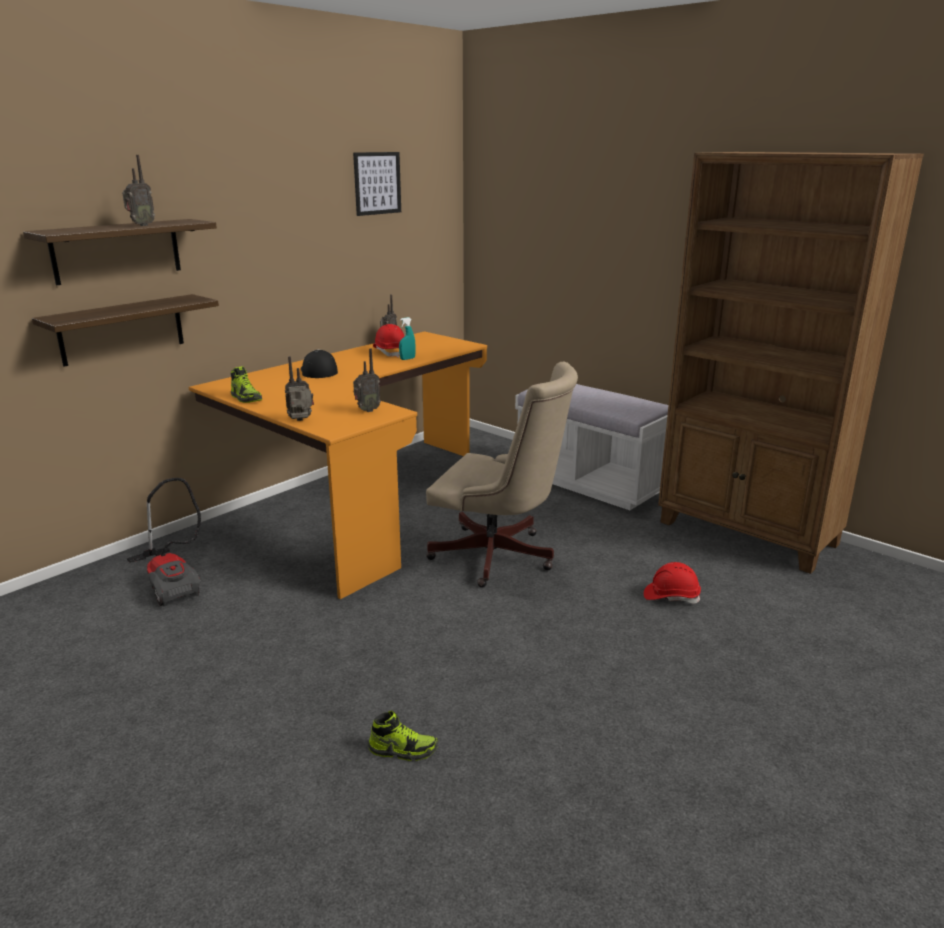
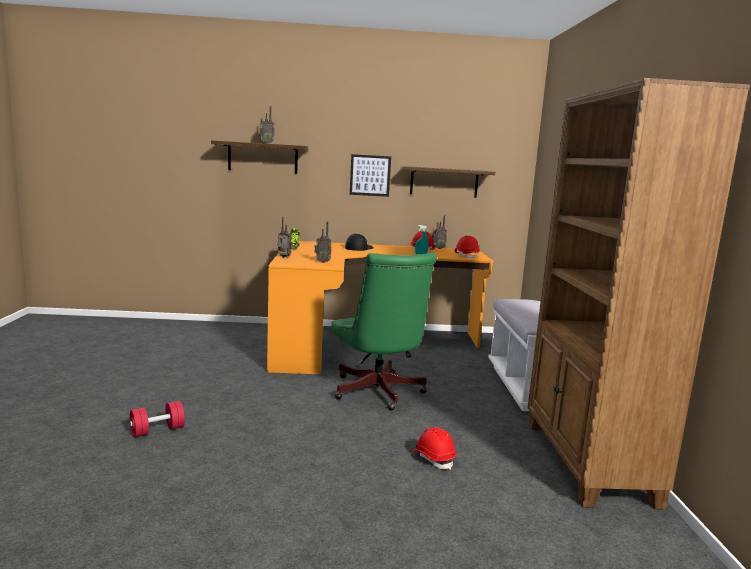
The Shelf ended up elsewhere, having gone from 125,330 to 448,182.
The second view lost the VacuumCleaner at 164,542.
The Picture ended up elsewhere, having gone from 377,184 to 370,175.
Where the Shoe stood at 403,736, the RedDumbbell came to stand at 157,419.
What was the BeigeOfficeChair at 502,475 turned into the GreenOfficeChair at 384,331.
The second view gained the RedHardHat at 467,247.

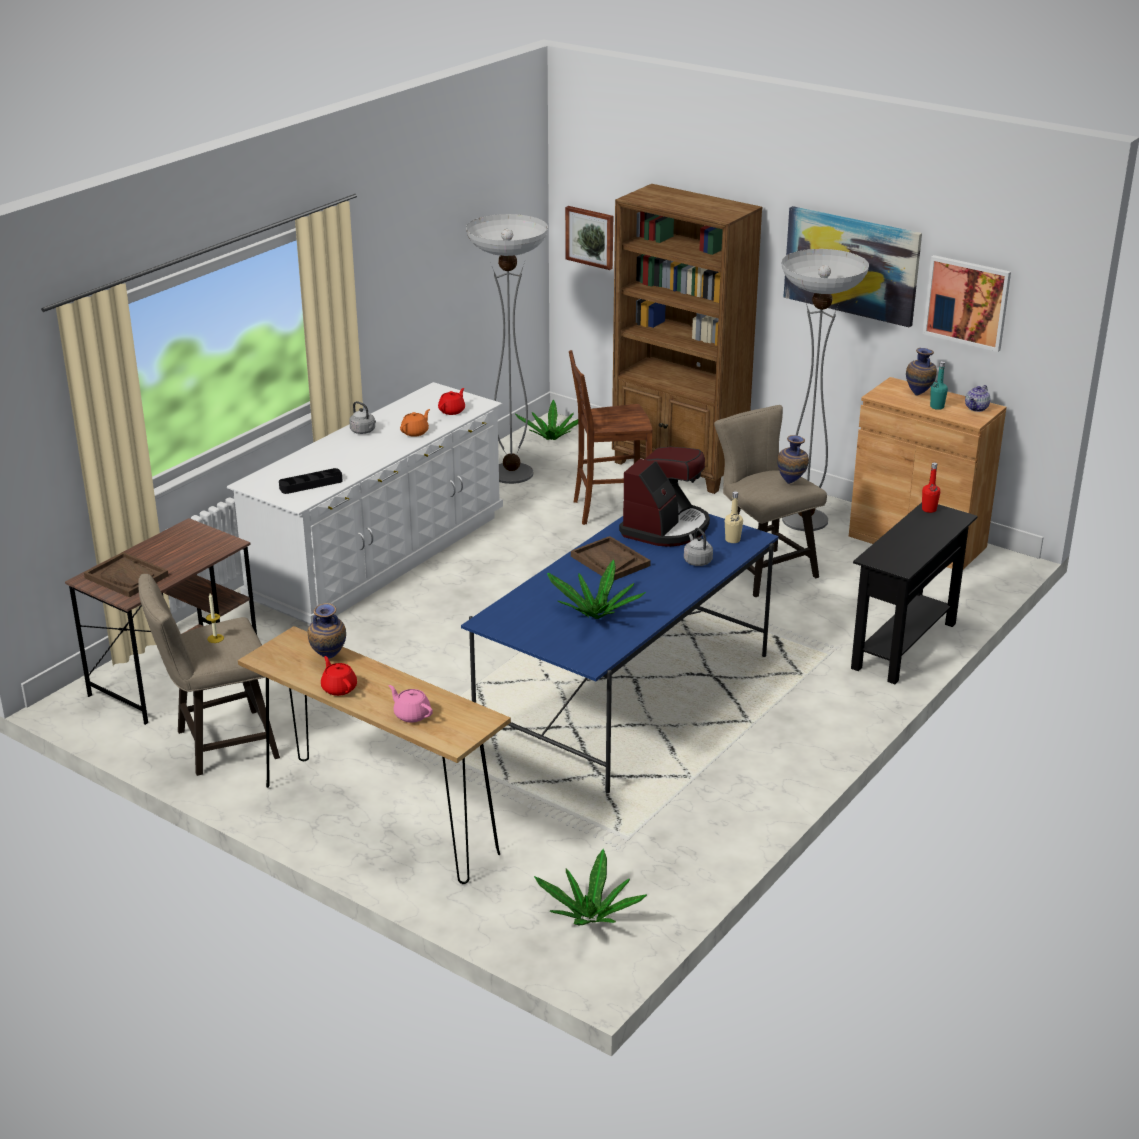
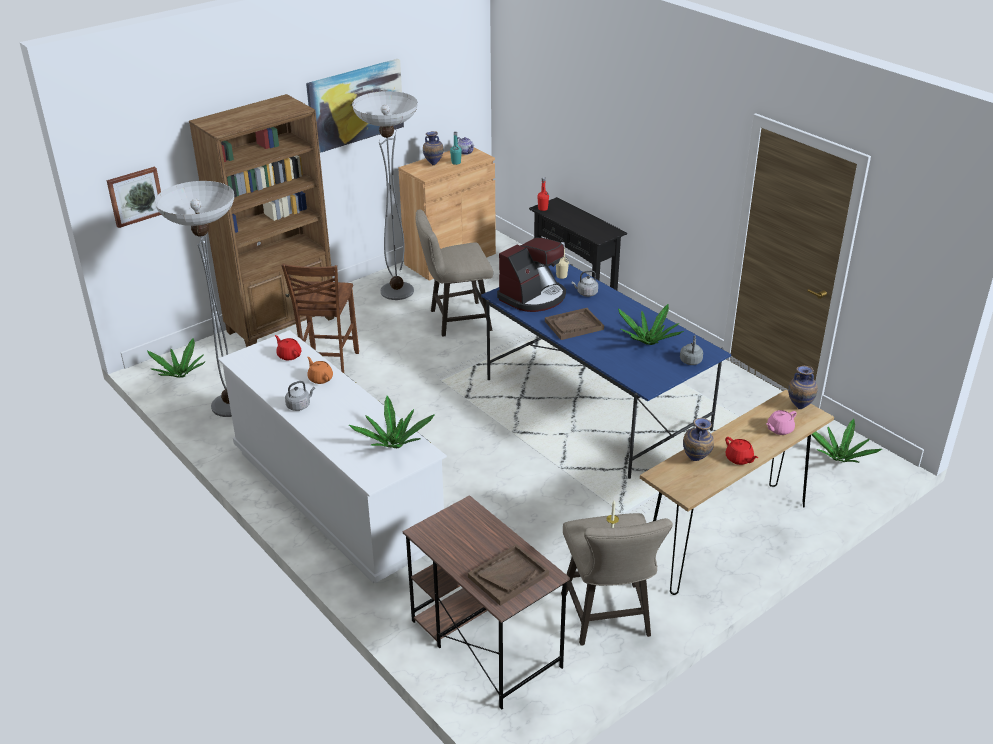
Where the BlackTray stood at 311,481, the PottedPlant came to stand at 392,422.
The RedTeapot at 339,676 ended up facing another way, 105 degrees counterclockwise from before.
The CoffeeMachine at 664,497 ended up facing another way, 90 degrees clockwise from before.
The Vase ended up elsewhere, having gone from 793,459 to 803,387.
The second view lost the Picture at 967,303.
The second view gained the GreyKettle at 691,350.

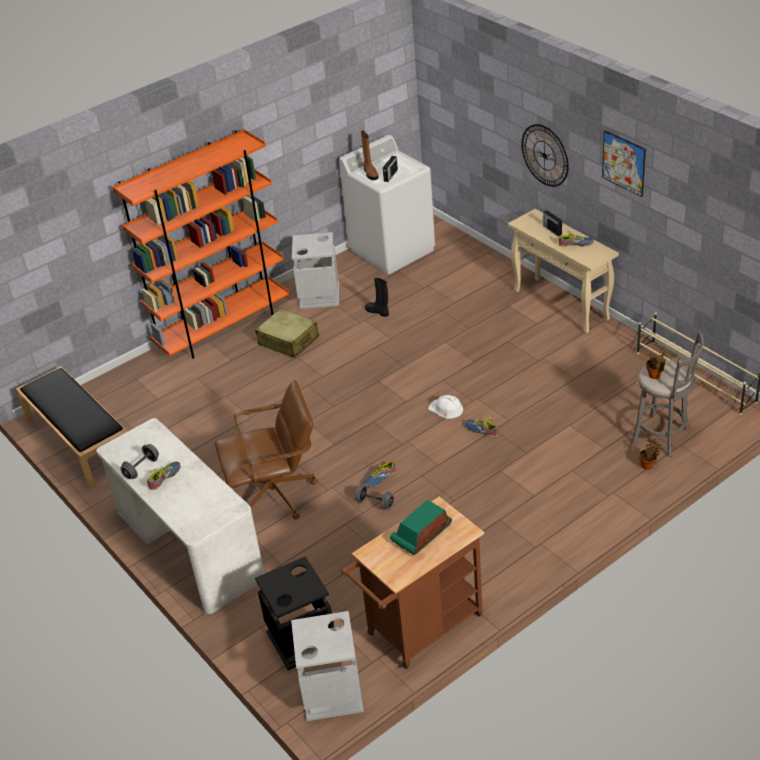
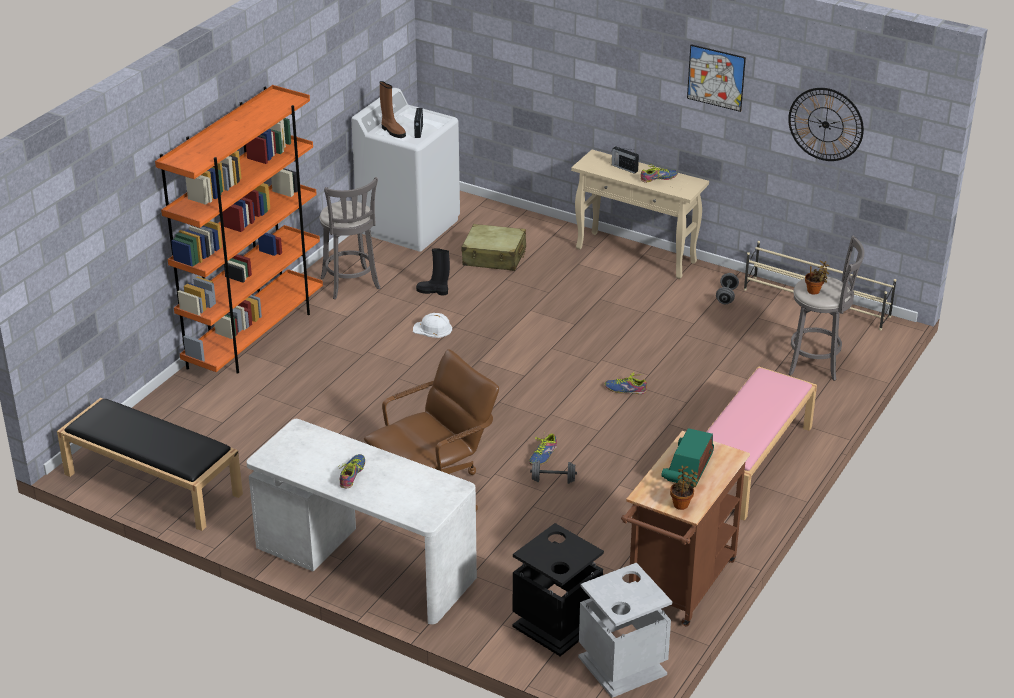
The GreyDumbbell ended up elsewhere, having gone from 139,461 to 727,288.
The BeigeSuitcase ended up elsewhere, having gone from 287,333 to 493,247.
Where the GreyTrashCan stood at 315,270, the GreyStool came to stand at 350,238.
The WhiteHardHat ended up elsewhere, having gone from 445,407 to 432,325.
The WallClock ended up elsewhere, having gone from 545,155 to 826,124.
The PottedPlant ended up elsewhere, having gone from 650,454 to 684,488.
The second view gained the PinkBench at 761,443.

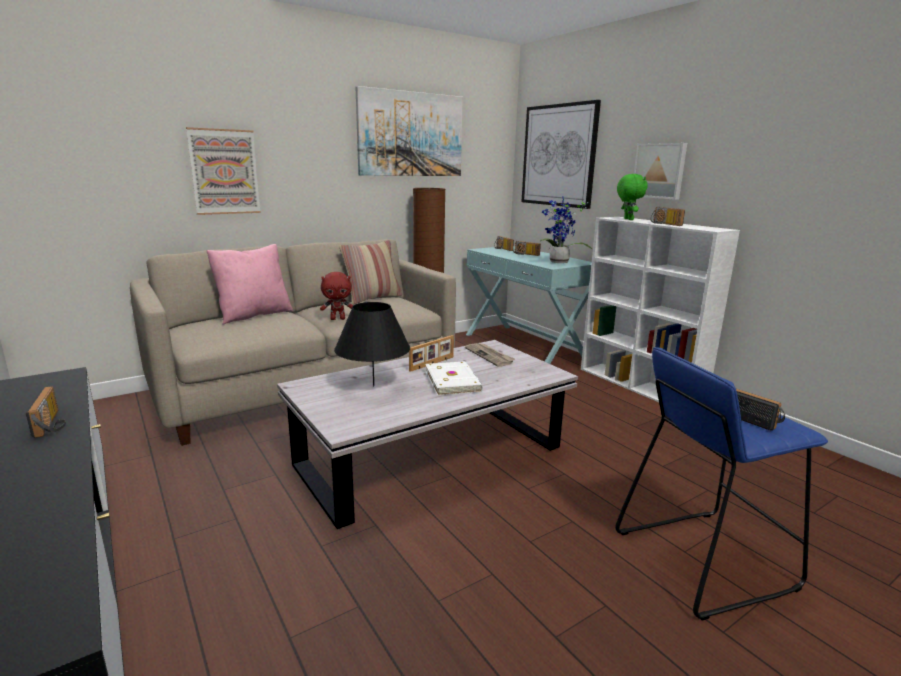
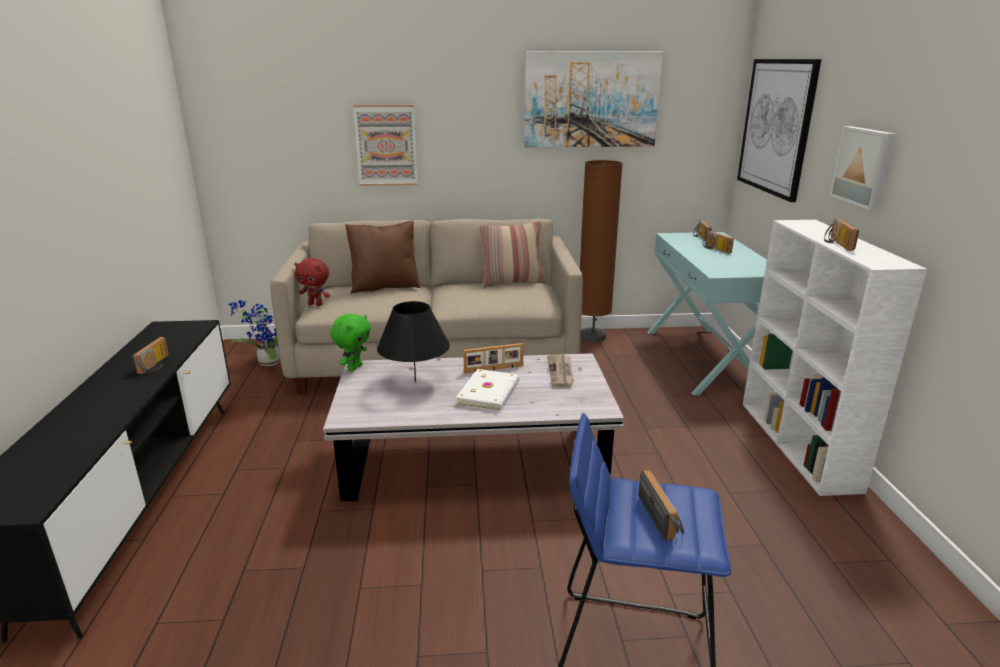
What was the PinkPillow at 249,284 turned into the BrownPillow at 382,257.
The RedPlushToy ended up elsewhere, having gone from 336,296 to 312,282.
The PottedPlant ended up elsewhere, having gone from 566,230 to 254,333.
The GreenPlushToy ended up elsewhere, having gone from 632,197 to 351,343.

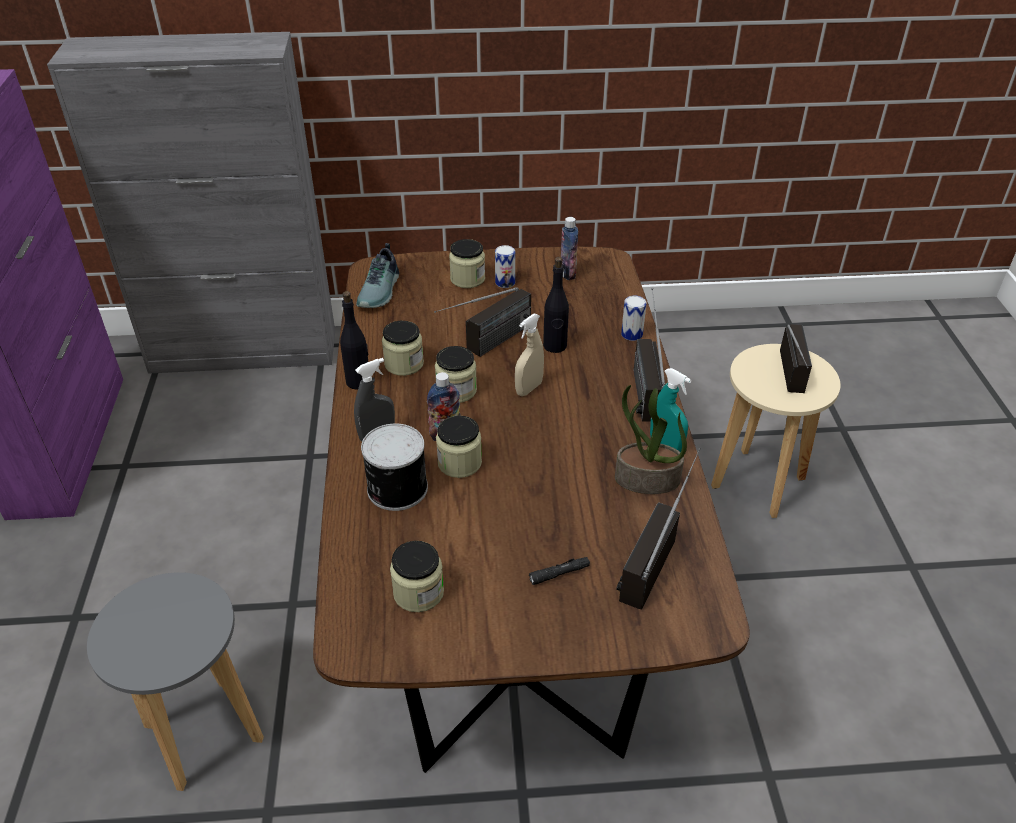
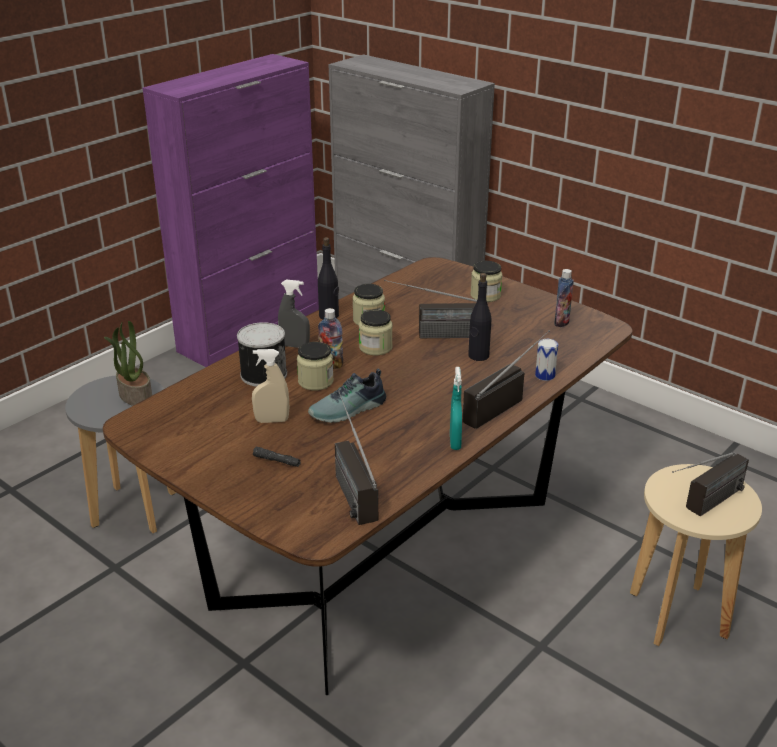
The Shoe ended up elsewhere, having gone from 377,275 to 347,396.
The second view lost the Jar at 417,576.
The second view lost the Can at 505,266.
The BeigeSprayBottle ended up elsewhere, having gone from 529,355 to 270,386.
The PottedPlant ended up elsewhere, having gone from 651,439 to 128,363.
The Radio at 658,528 ended up facing another way, 90 degrees counterclockwise from before.

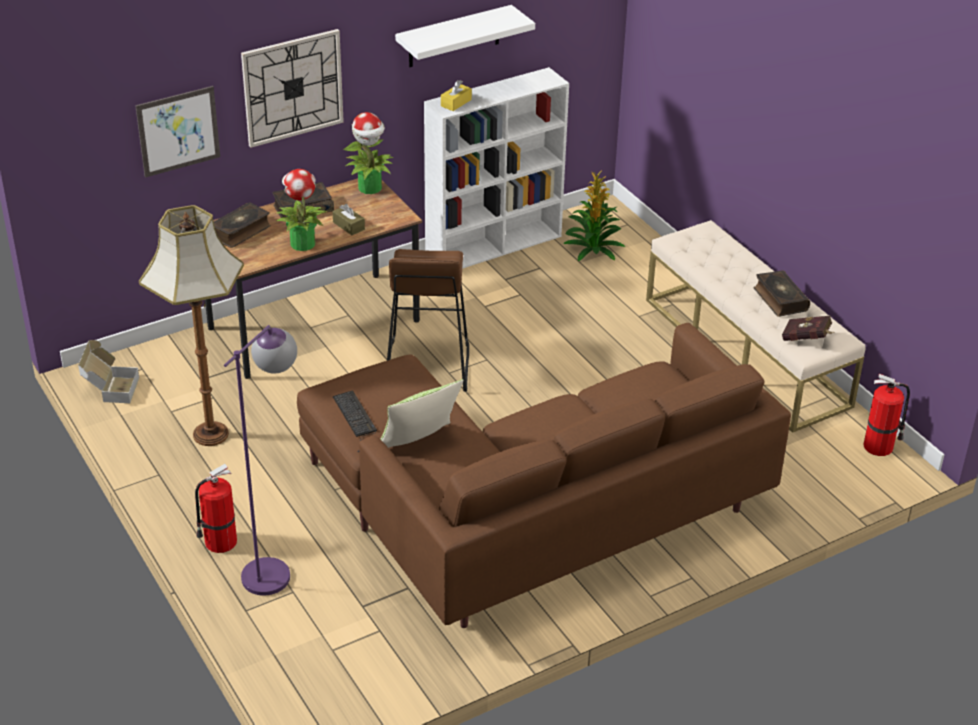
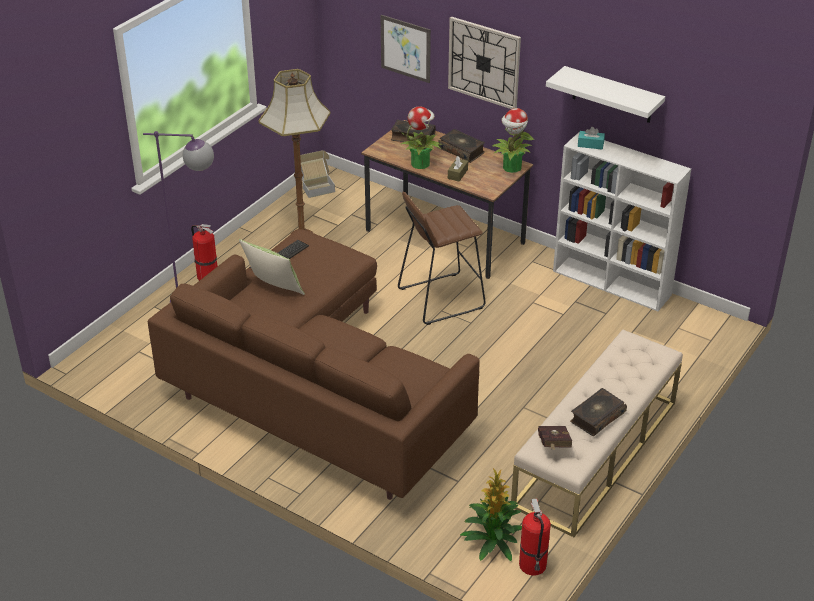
What was the YellowTissueBox at 456,95 turned into the TurquoiseTissueBox at 591,138.
The PottedPlant ended up elsewhere, having gone from 594,216 to 491,514.

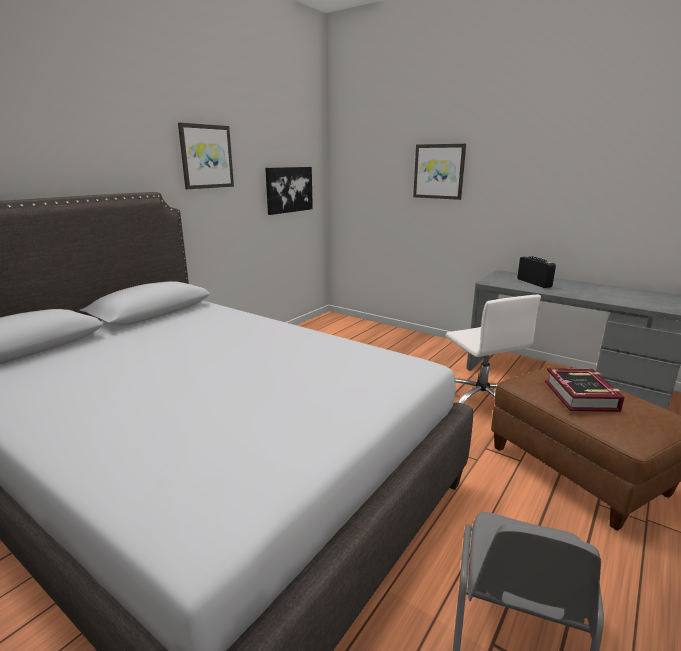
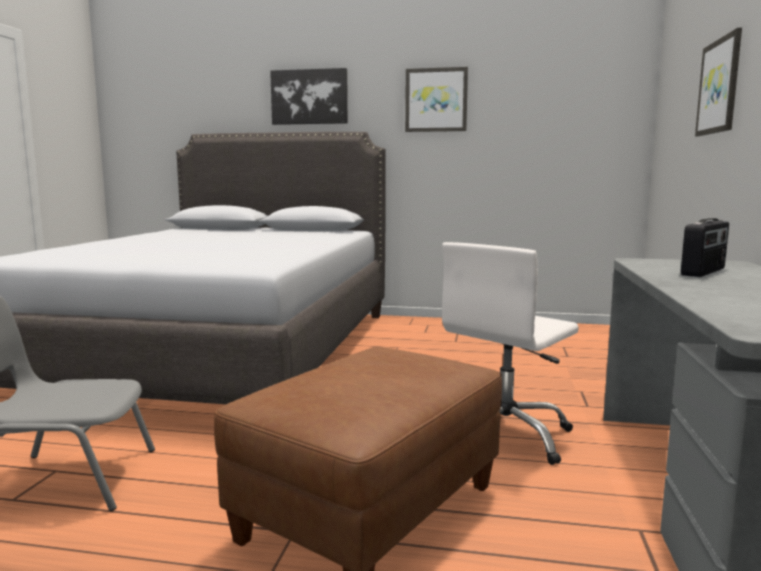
The Picture ended up elsewhere, having gone from 289,191 to 309,96.
The second view lost the Book at 585,390.

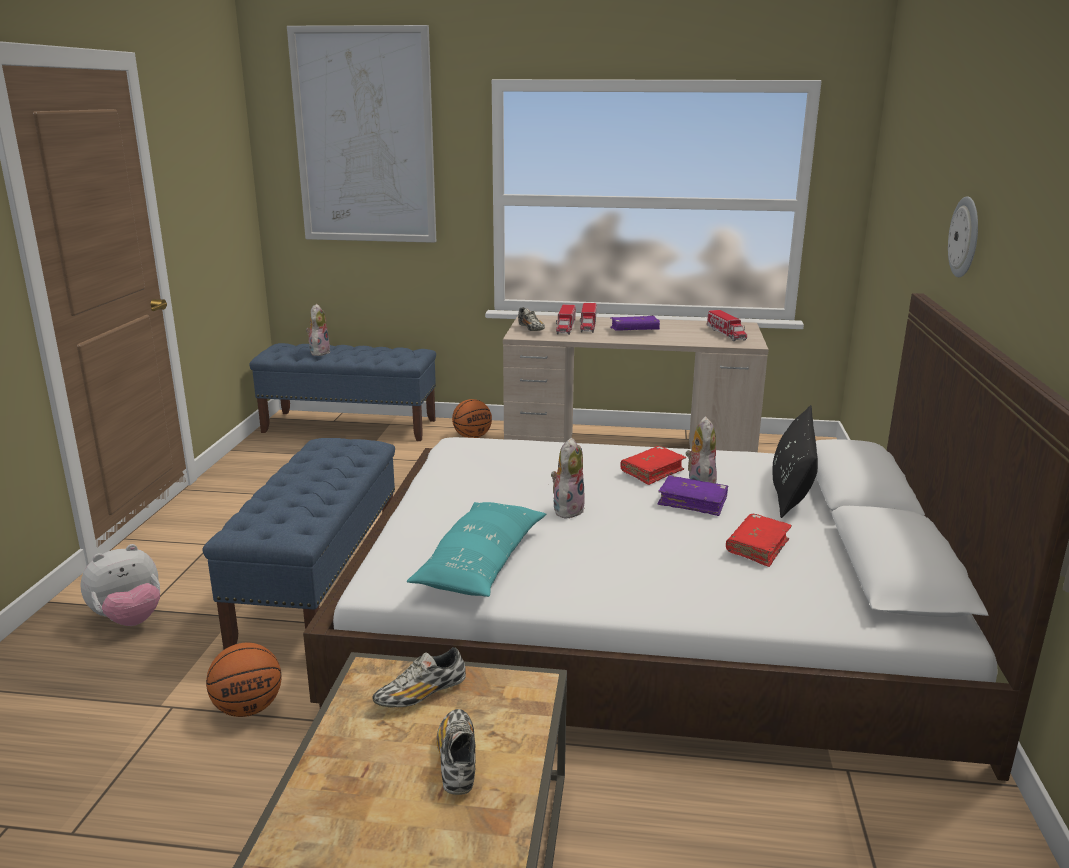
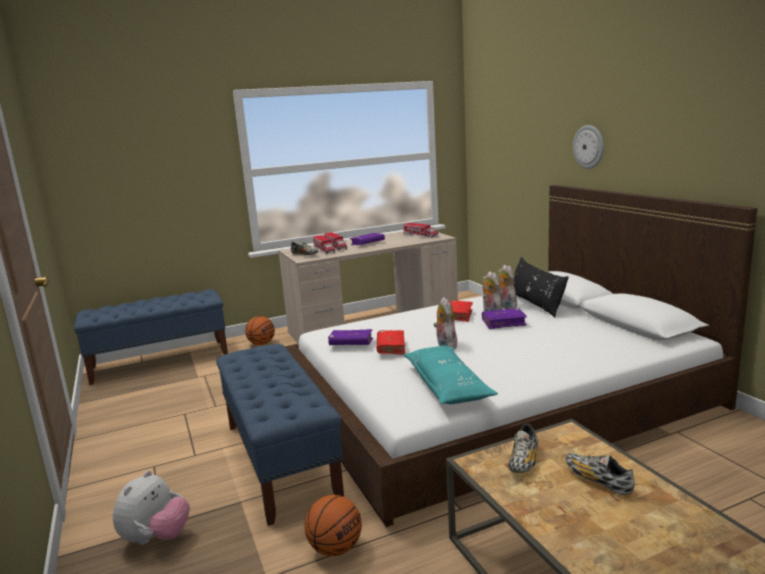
The second view lost the Picture at 361,134.
The PlushToy ended up elsewhere, having gone from 318,330 to 507,287.
The RedBook ended up elsewhere, having gone from 759,540 to 391,342.
The second view gained the PurpleBook at 350,337.

